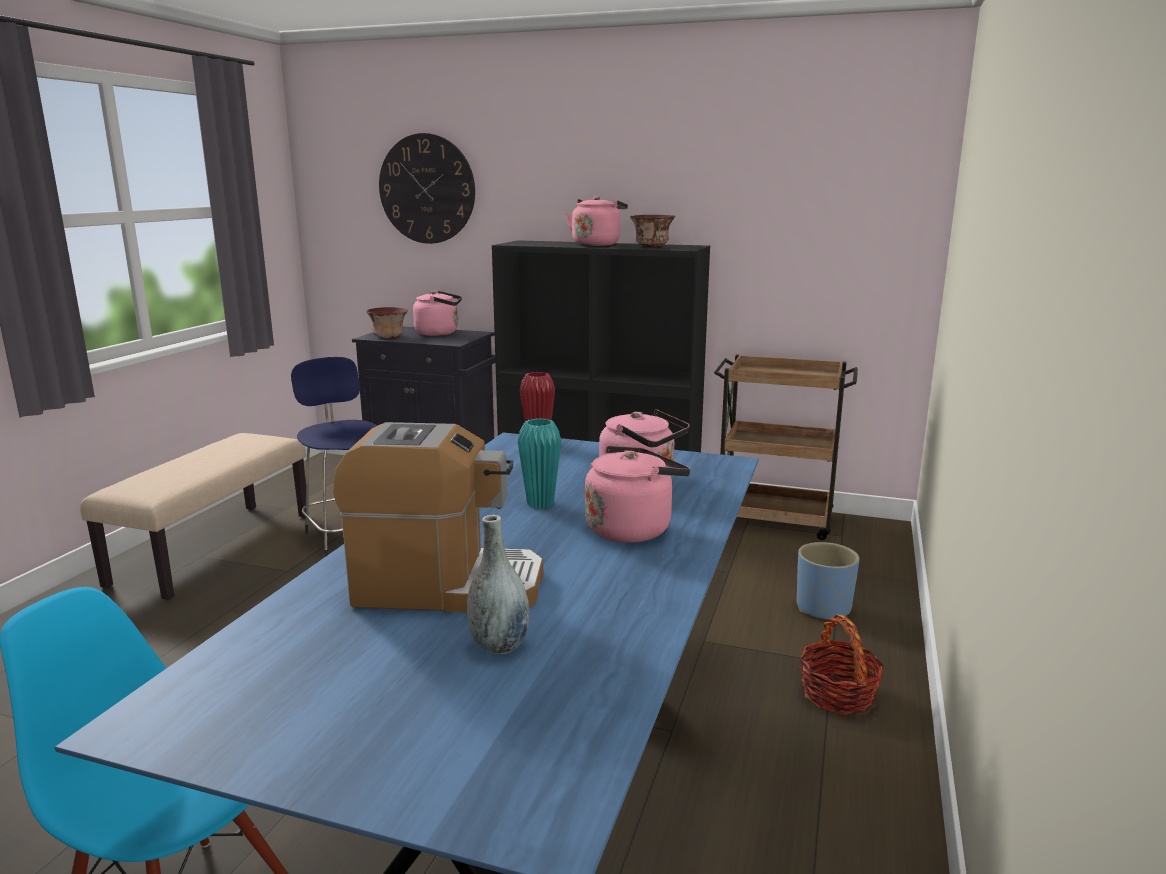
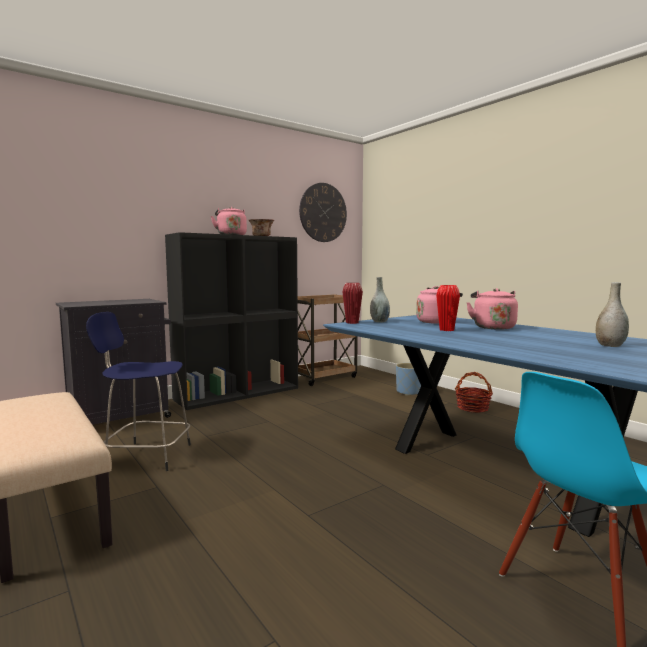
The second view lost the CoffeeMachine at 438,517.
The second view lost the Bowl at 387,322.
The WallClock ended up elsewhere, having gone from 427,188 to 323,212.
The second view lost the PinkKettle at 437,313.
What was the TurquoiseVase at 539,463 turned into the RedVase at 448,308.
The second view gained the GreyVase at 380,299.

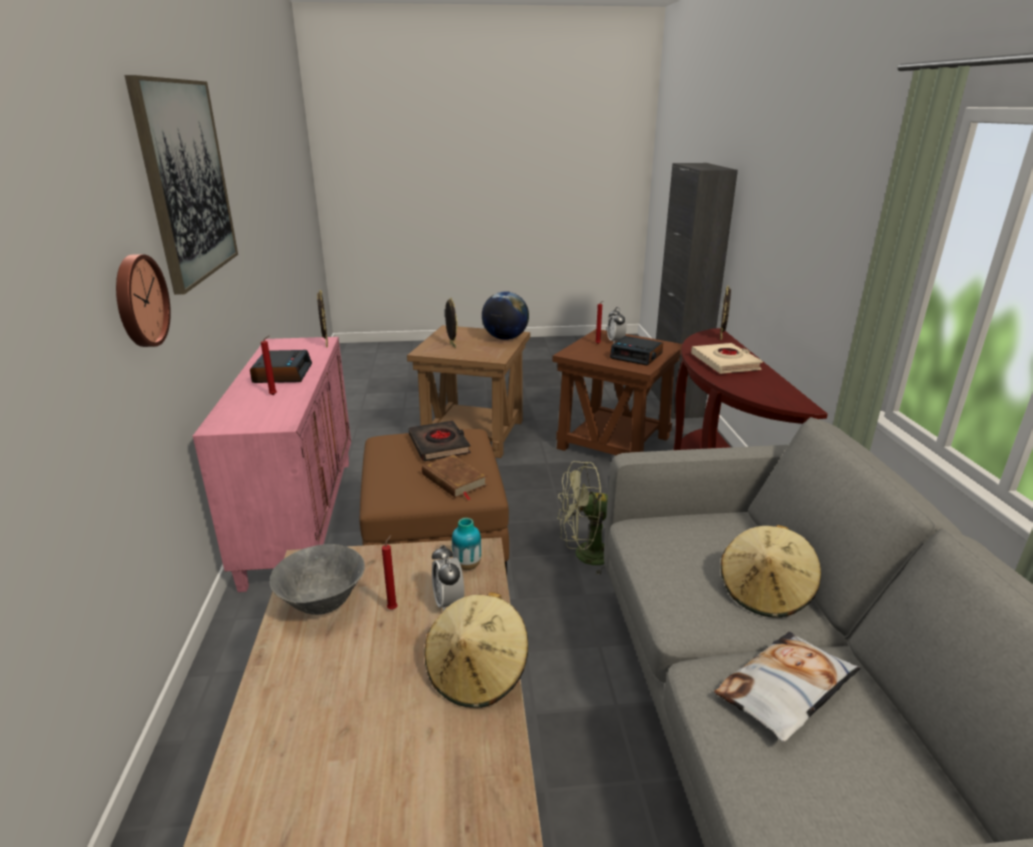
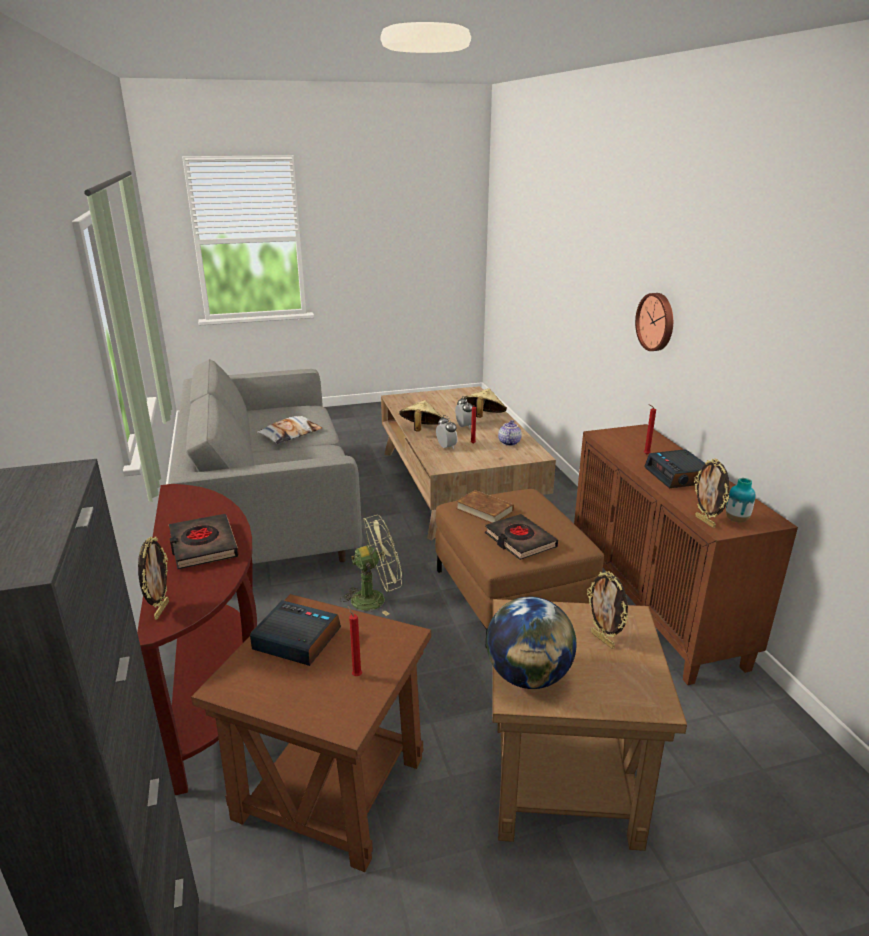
The second view lost the Picture at 181,185.
What was the PinkCabinet at 272,464 turned into the BrownCabinet at 686,554.
Where the GreyBowl stood at 317,579, the Teapot came to stand at 510,433.
The Vase ended up elsewhere, having gone from 467,544 to 740,500.
The AlarmClock ended up elsewhere, having gone from 617,325 to 464,412.
What was the BeigeBook at 727,358 turned into the BlackBook at 204,542.
The BeigeHat ended up elsewhere, having gone from 771,571 to 485,403.

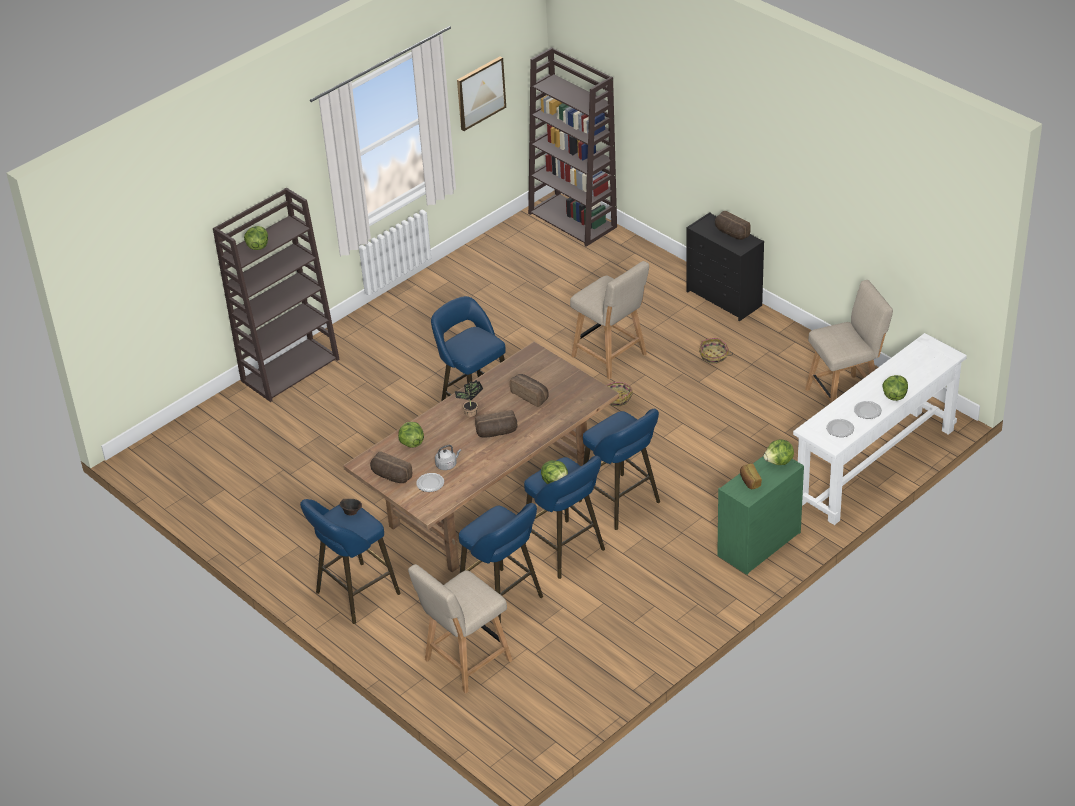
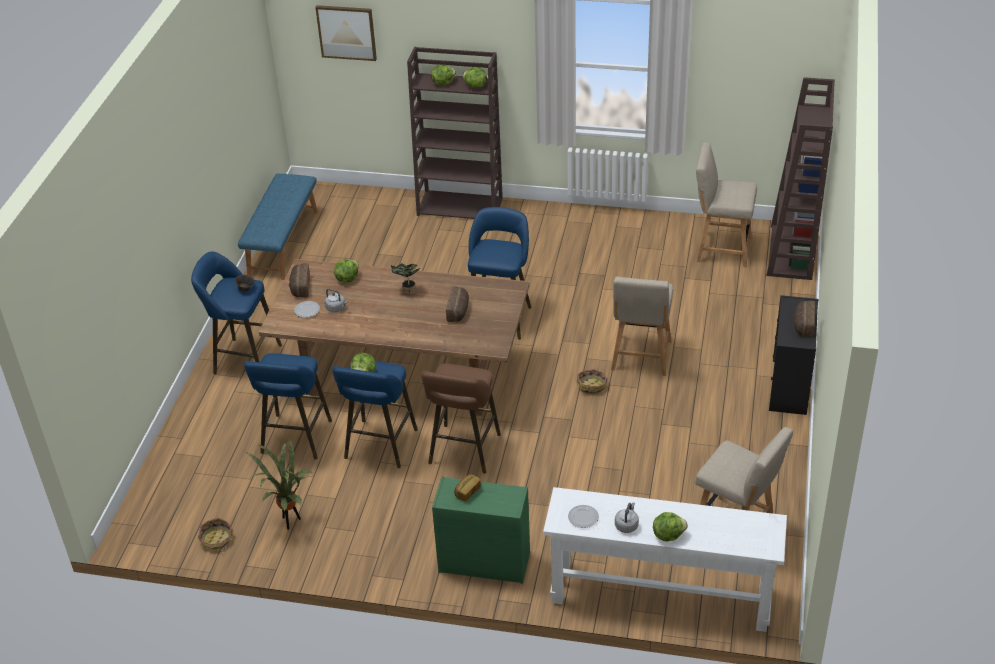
The BeigeChair ended up elsewhere, having gone from 460,629 to 726,205.
The Picture ended up elsewhere, having gone from 481,93 to 346,33.
The second view lost the Bread at 496,423.
What was the BlueStool at 619,469 turned into the BrownStool at 461,418.
The Basket ended up elsewhere, having gone from 716,350 to 215,535.
The Lettuce ended up elsewhere, having gone from 778,452 to 475,77.
Where the Plate stood at 868,410, the GreyKettle came to stand at 627,517.
The second view gained the BlueBench at 278,227.
The second view gained the PottedPlant at 280,484.

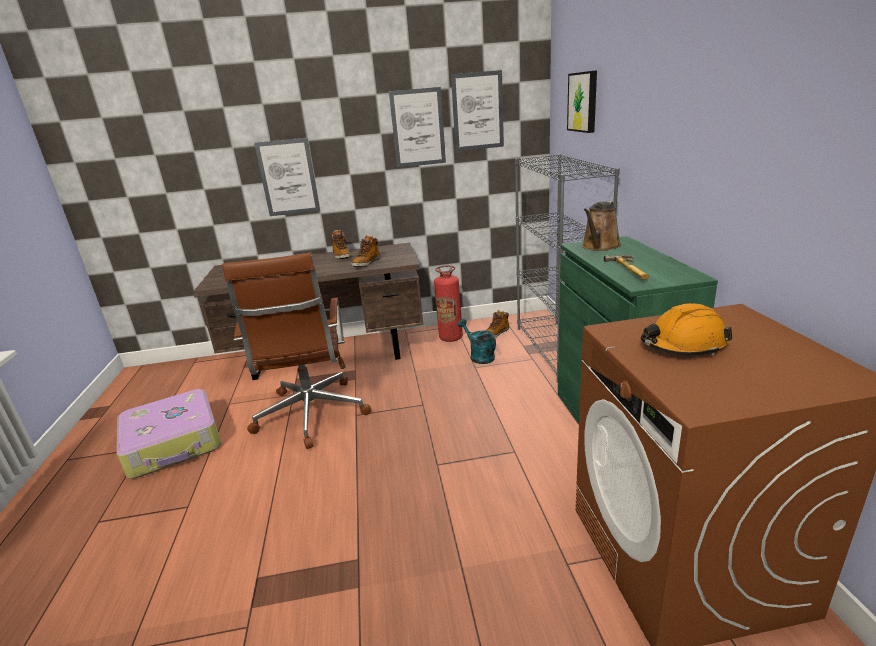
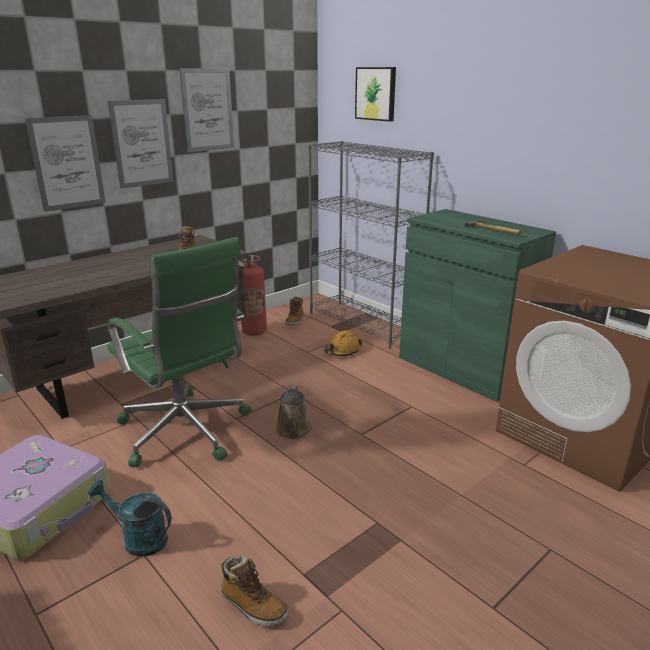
What was the BrownOfficeChair at 296,351 turned into the GreenOfficeChair at 179,352.
The Boot ended up elsewhere, having gone from 341,244 to 254,590.
The Picture ended up elsewhere, having gone from 477,110 to 141,144.
The TurquoiseWateringCan ended up elsewhere, having gone from 477,341 to 130,518.
The BrownWateringCan ended up elsewhere, having gone from 601,226 to 294,412.
The OrangeHardHat ended up elsewhere, having gone from 686,329 to 343,343.

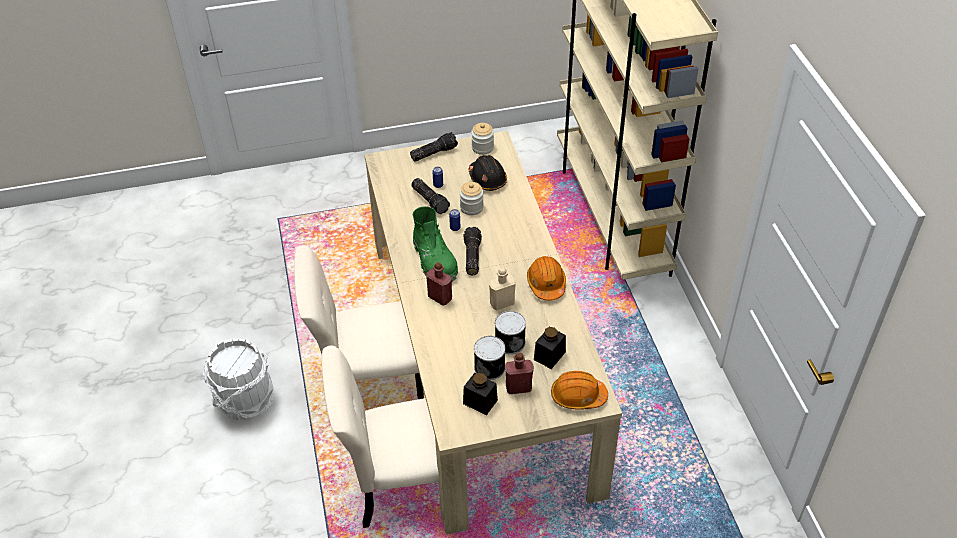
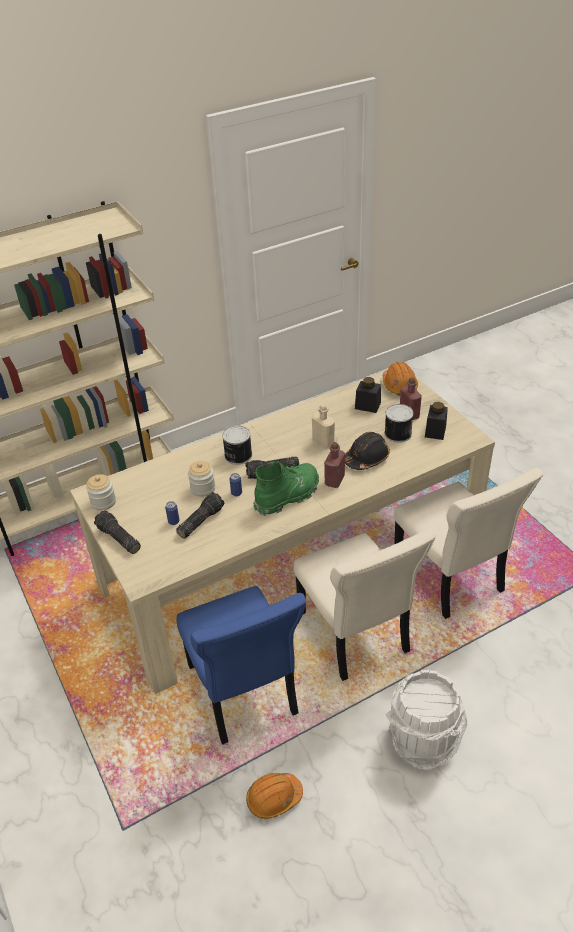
The BlackHardHat ended up elsewhere, having gone from 488,173 to 367,451.
The Can ended up elsewhere, having gone from 510,332 to 237,445.
The OrangeHardHat ended up elsewhere, having gone from 546,278 to 274,796.
The second view gained the BlueChair at 241,665.

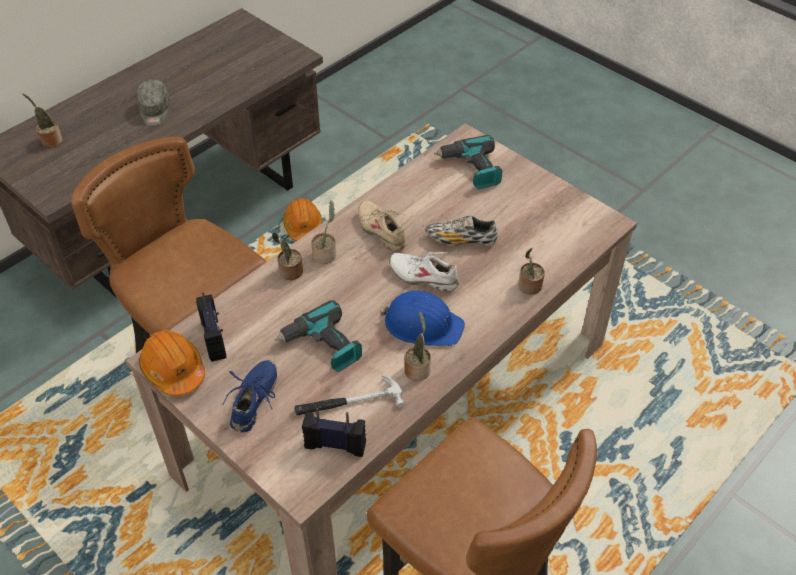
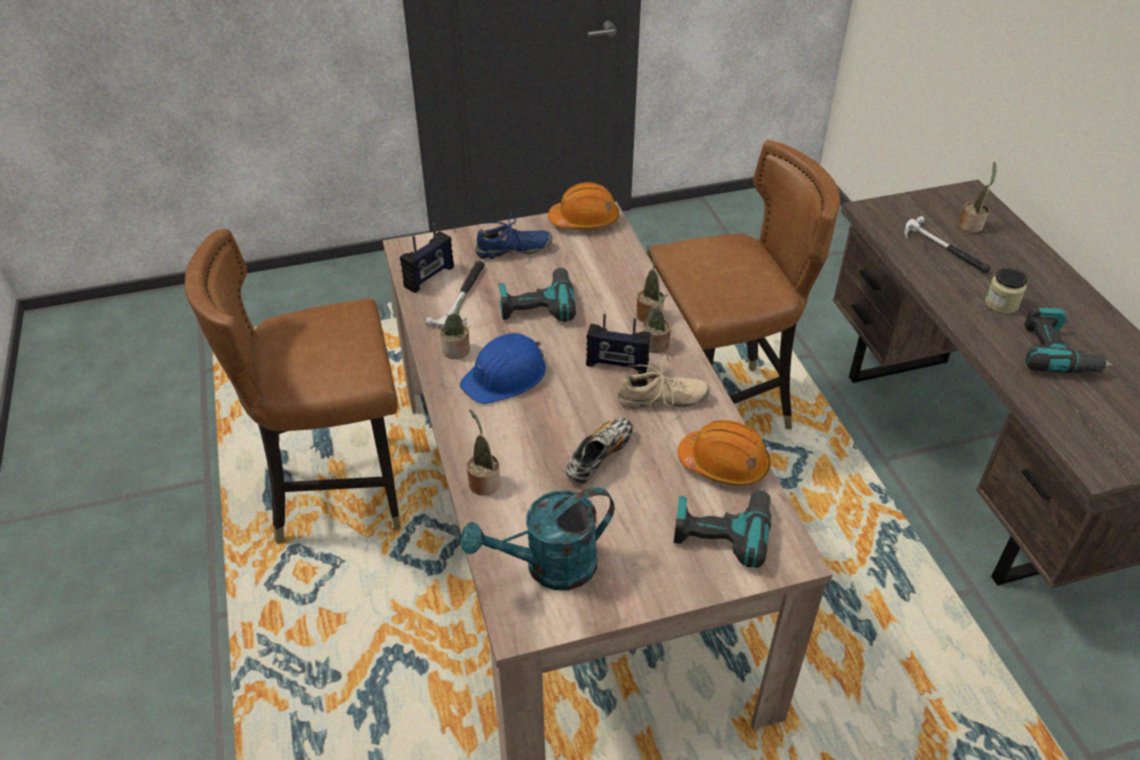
Where the GreyCap stood at 153,102, the Jar came to stand at 1006,291.
The Radio ended up elsewhere, having gone from 211,327 to 618,343.
The BlueShoe at 249,396 ended up facing another way, 60 degrees counterclockwise from before.
The OrangeHardHat ended up elsewhere, having gone from 302,219 to 723,453.
The second view lost the WhiteShoe at 424,272.
The second view gained the TurquoiseWateringCan at 537,539.
The second view gained the Hammer at 947,244.
The second view gained the PowerDrill at 1069,340.

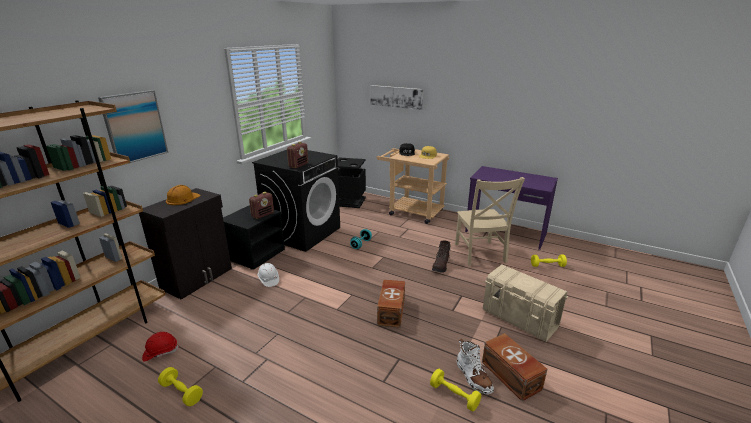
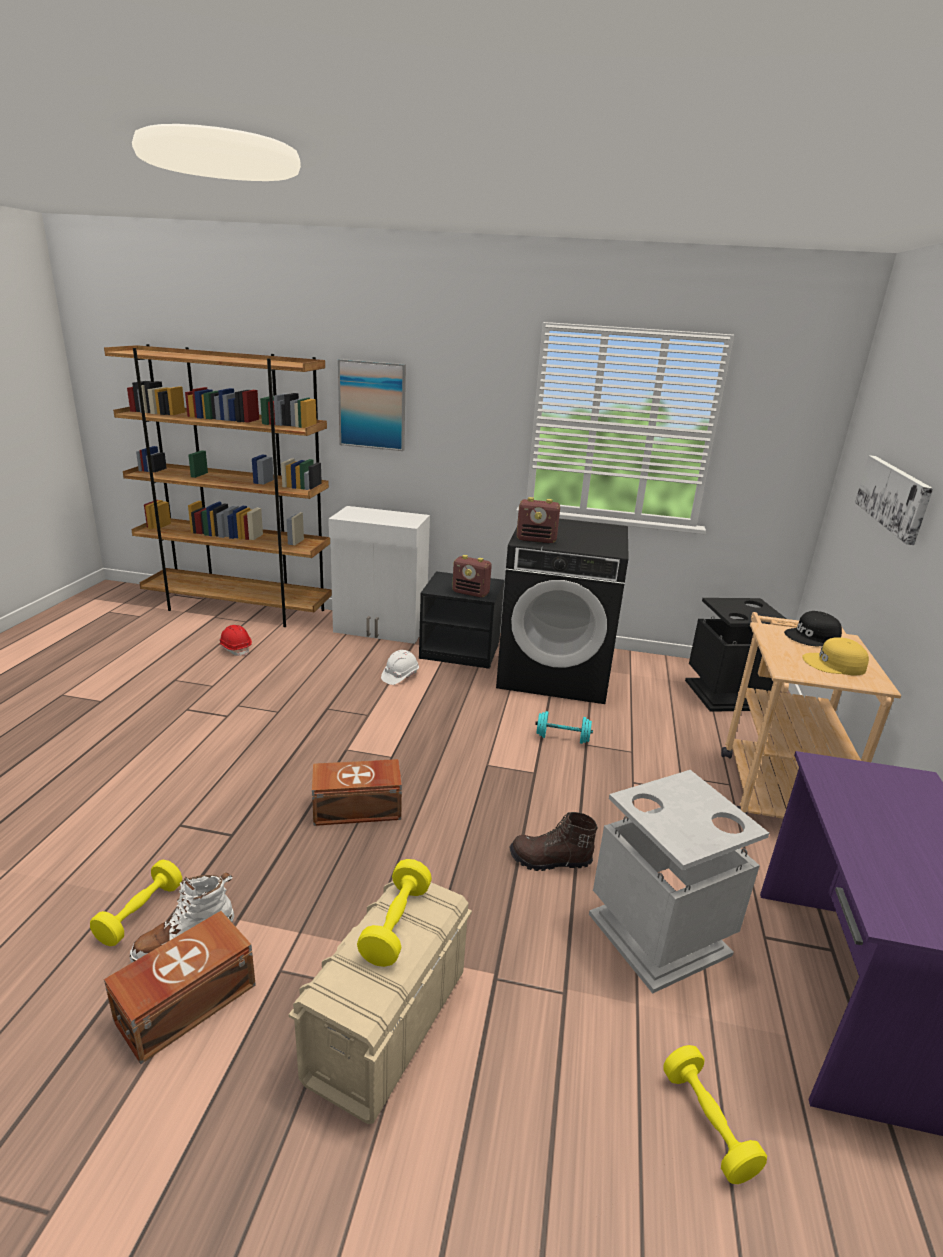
What was the BlackCabinet at 185,244 turned into the WhiteCabinet at 379,575.
The YellowDumbbell ended up elsewhere, having gone from 180,386 to 394,913.
The second view lost the OrangeHardHat at 183,195.
Where the BeigeChair stood at 490,221, the GreyTrashCan came to stand at 679,882.

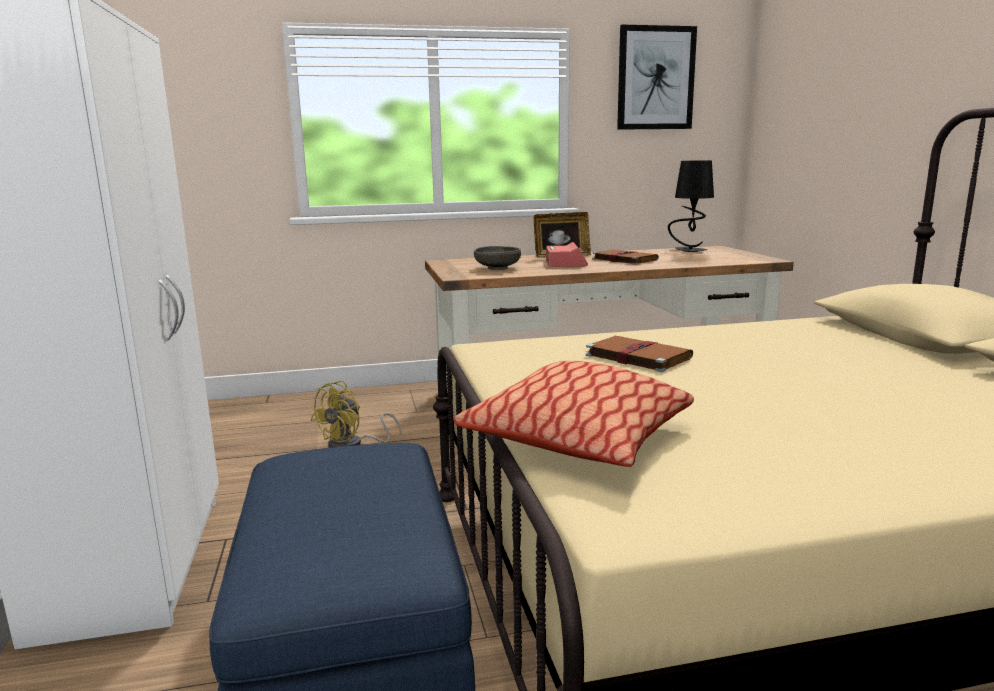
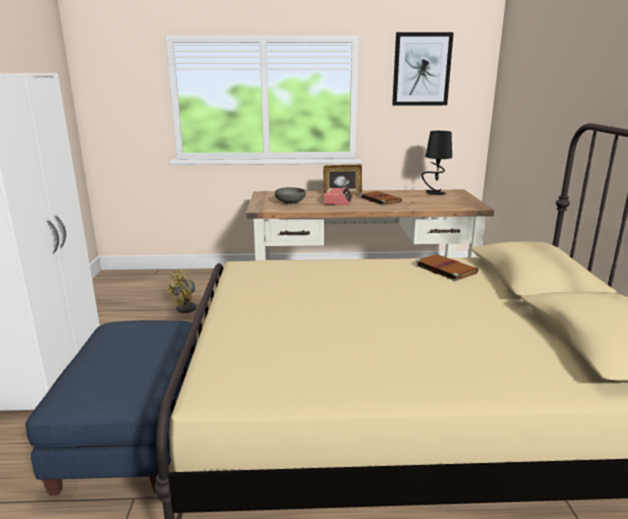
The second view lost the Pillow at 574,414.
The BrownBook ended up elsewhere, having gone from 639,354 to 446,267.

